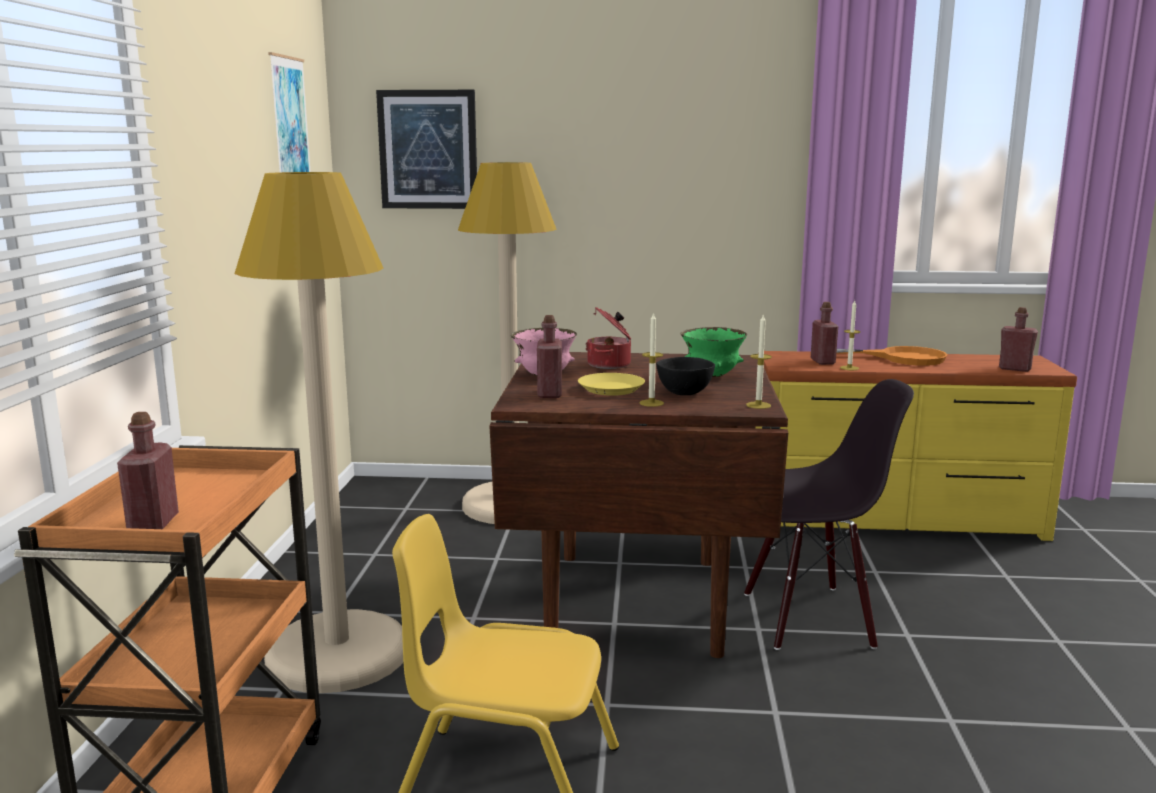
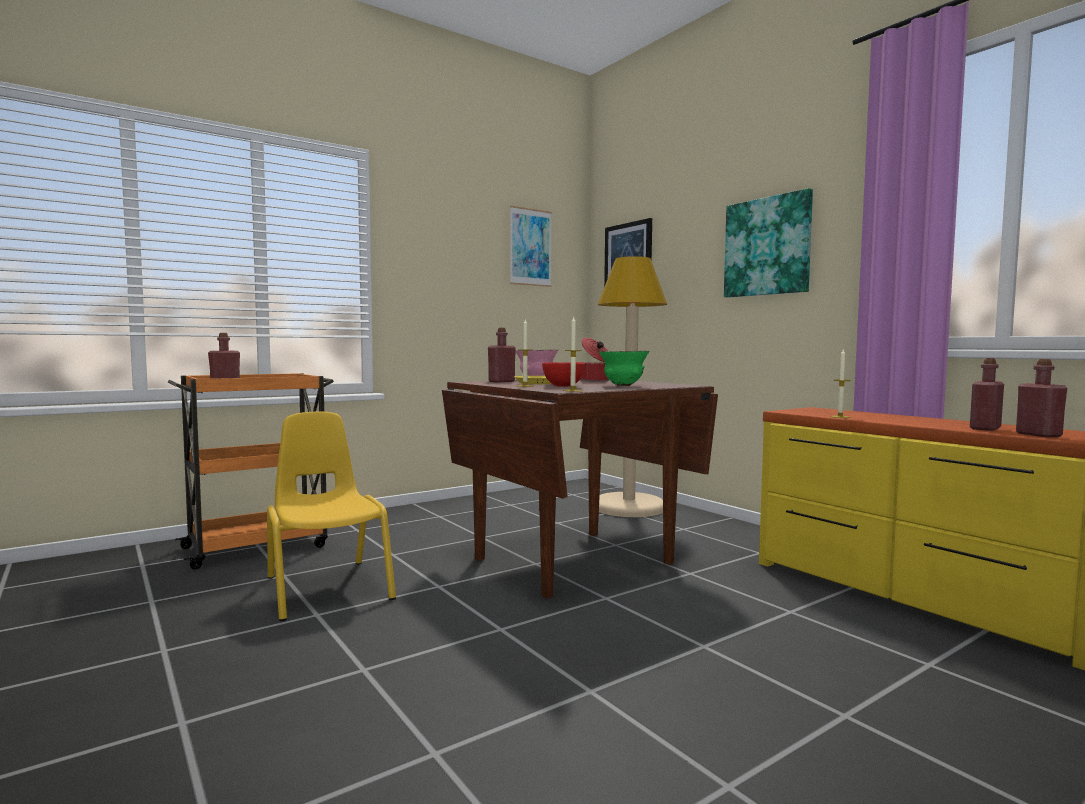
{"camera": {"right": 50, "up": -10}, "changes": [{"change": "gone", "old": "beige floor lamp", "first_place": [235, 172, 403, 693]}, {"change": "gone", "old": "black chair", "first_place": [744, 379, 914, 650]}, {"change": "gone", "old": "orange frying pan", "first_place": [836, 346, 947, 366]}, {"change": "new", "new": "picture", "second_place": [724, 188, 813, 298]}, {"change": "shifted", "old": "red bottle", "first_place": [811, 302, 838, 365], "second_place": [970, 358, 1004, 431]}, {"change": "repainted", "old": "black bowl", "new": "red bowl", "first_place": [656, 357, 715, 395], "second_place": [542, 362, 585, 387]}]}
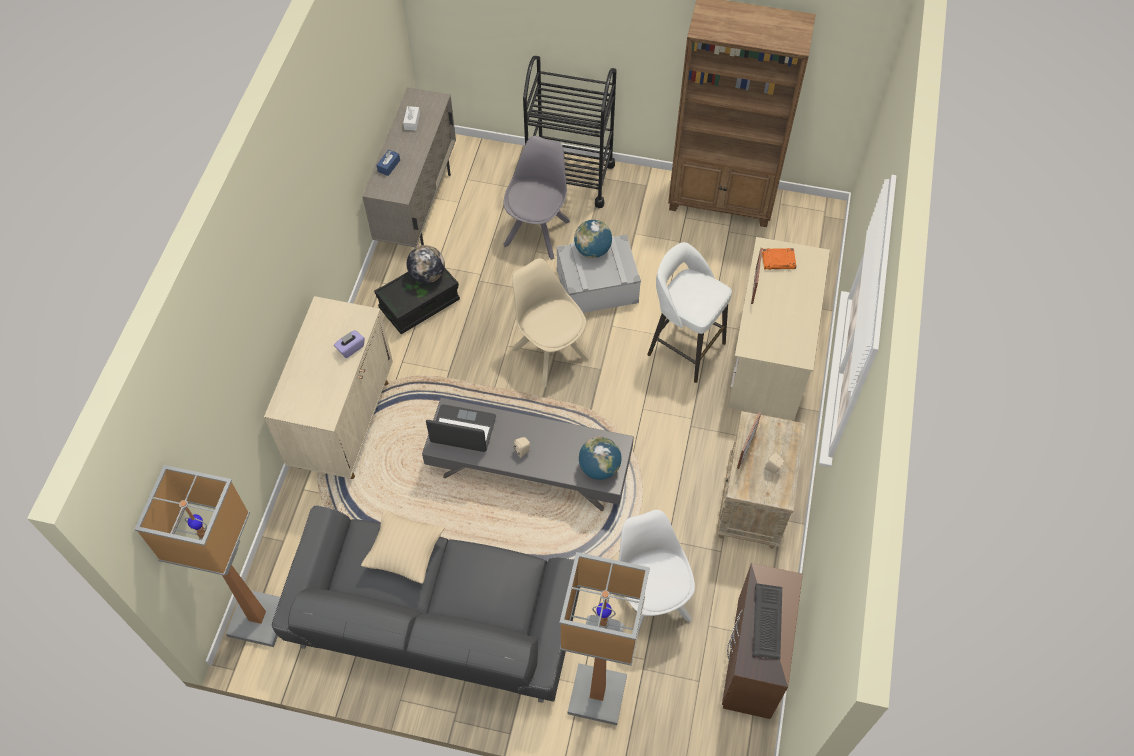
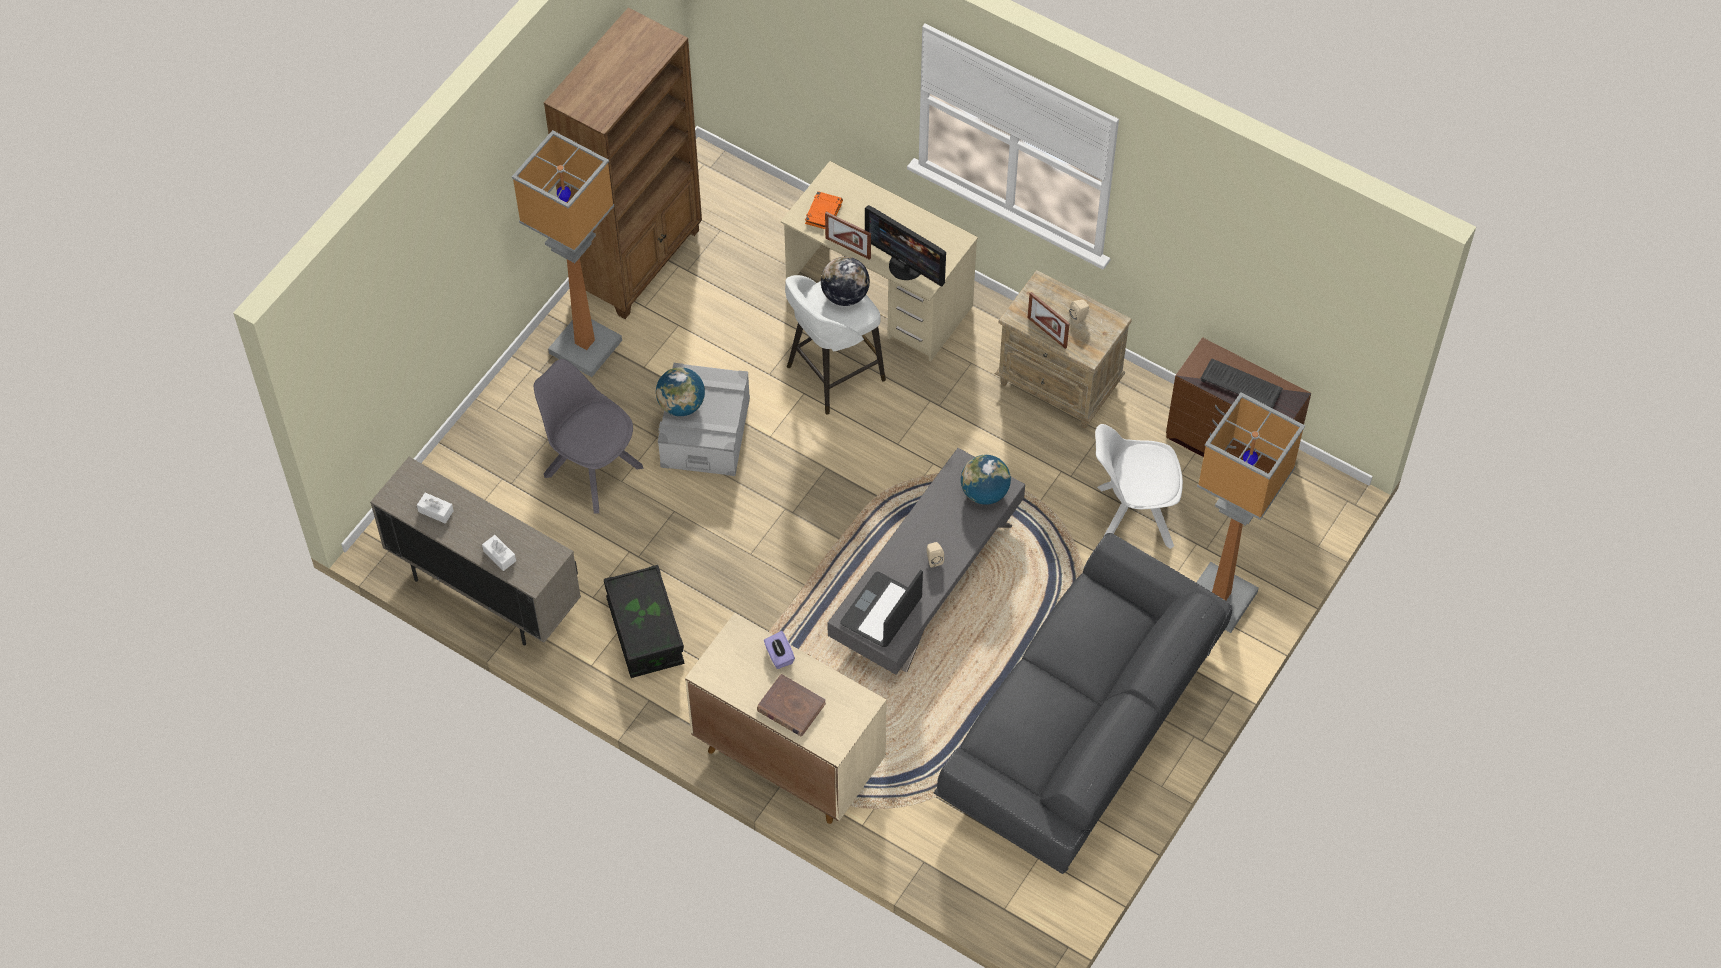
{"camera": {"right": -70, "up": 0}, "changes": [{"change": "gone", "old": "beige pillow", "first_place": [361, 510, 445, 584]}, {"change": "gone", "old": "beige chair", "first_place": [512, 258, 589, 387]}, {"change": "gone", "old": "black cart", "first_place": [523, 56, 617, 208]}, {"change": "new", "new": "brown book", "second_place": [757, 674, 826, 736]}, {"change": "new", "new": "monitor", "second_place": [865, 205, 946, 286]}, {"change": "shifted", "old": "floor lamp", "first_place": [134, 465, 280, 647], "second_place": [512, 130, 622, 377]}, {"change": "shifted", "old": "globe", "first_place": [406, 245, 445, 284], "second_place": [821, 257, 870, 306]}, {"change": "repainted", "old": "blue tissue box", "new": "white tissue box", "first_place": [377, 150, 400, 176], "second_place": [482, 535, 516, 571]}]}
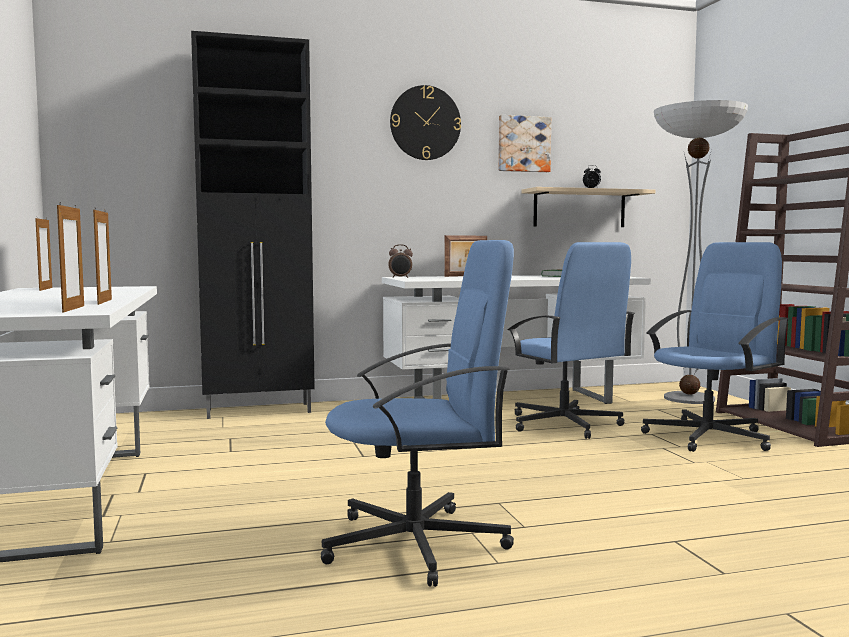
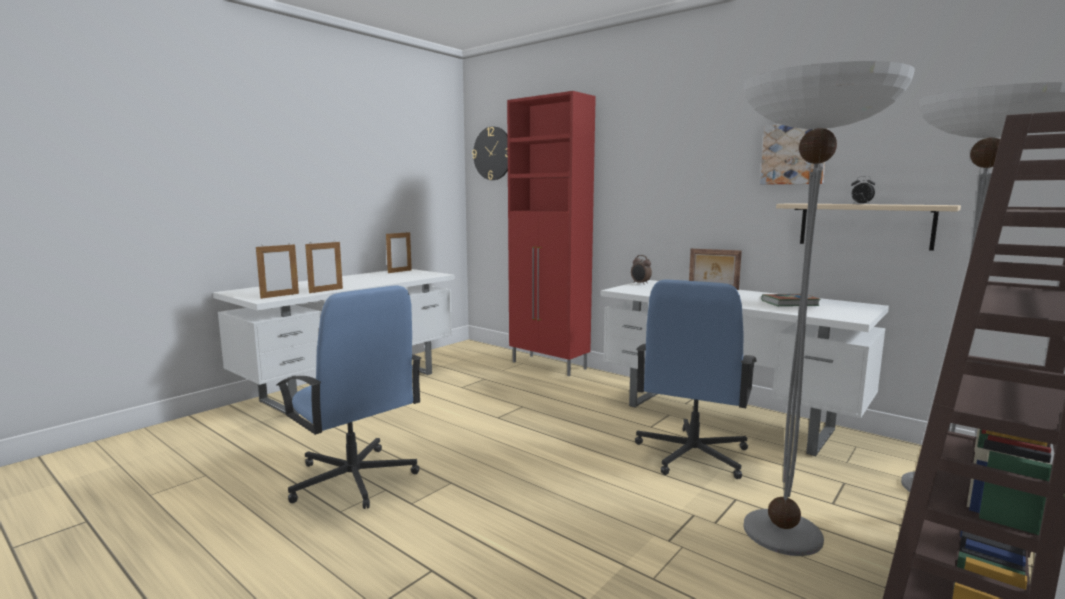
{"camera": {"right": 55, "up": 5}, "changes": [{"change": "shifted", "old": "wall clock", "first_place": [390, 85, 461, 160], "second_place": [472, 126, 508, 180]}, {"change": "swapped", "old": "blue office chair", "new": "floor lamp", "first_place": [641, 242, 790, 452], "second_place": [744, 61, 915, 556]}, {"change": "repainted", "old": "black cabinet", "new": "red cabinet", "first_place": [191, 31, 315, 419], "second_place": [507, 91, 596, 376]}]}
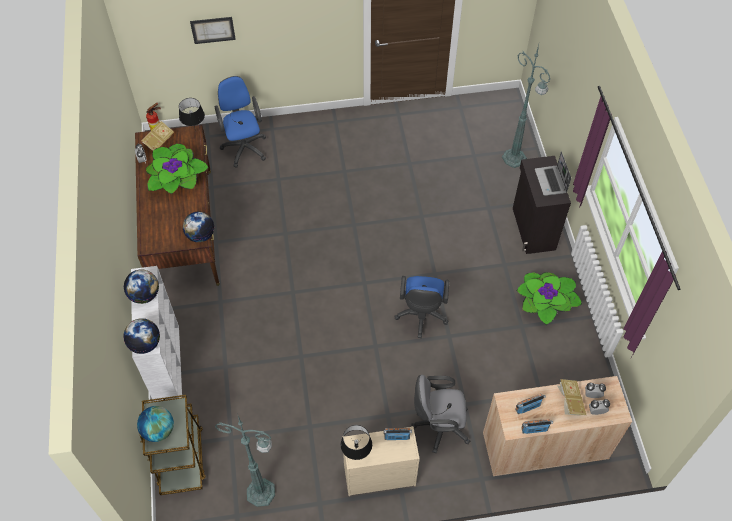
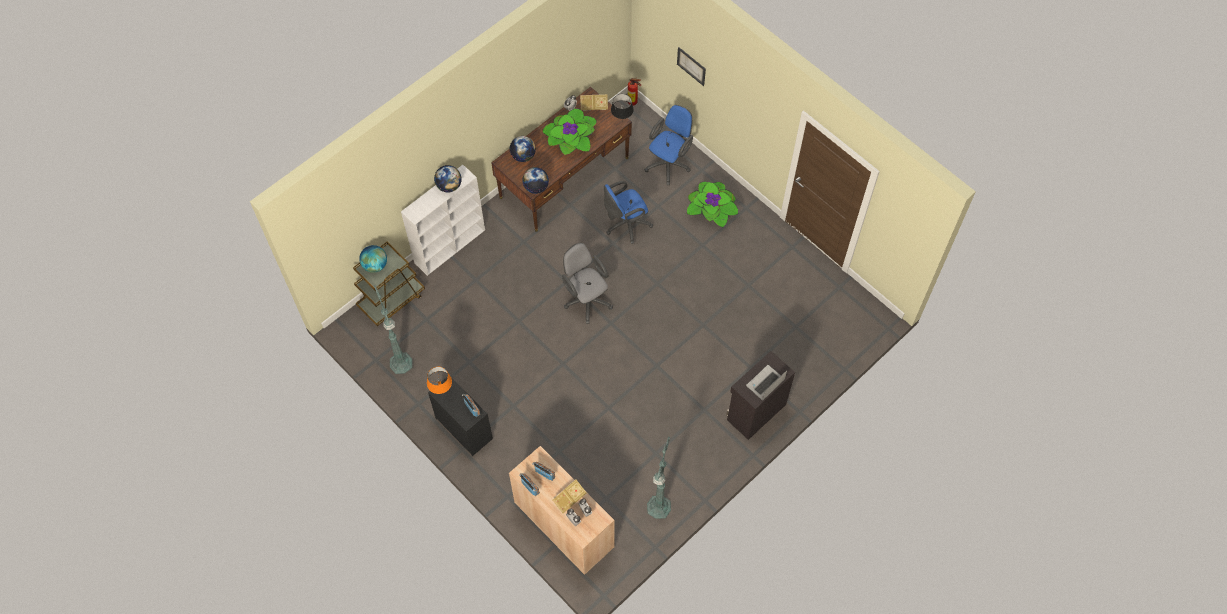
{"camera": {"right": 55, "up": 5}, "changes": [{"change": "shifted", "old": "globe", "first_place": [123, 318, 160, 354], "second_place": [510, 136, 536, 162]}, {"change": "shifted", "old": "blue office chair", "first_place": [394, 276, 449, 338], "second_place": [604, 181, 653, 244]}, {"change": "shifted", "old": "grey office chair", "first_place": [412, 375, 470, 453], "second_place": [562, 243, 613, 324]}, {"change": "shifted", "old": "green floor lamp", "first_place": [502, 45, 550, 168], "second_place": [647, 437, 671, 519]}, {"change": "shifted", "old": "potted plant", "first_place": [517, 272, 582, 325], "second_place": [687, 182, 739, 228]}, {"change": "repainted", "old": "black table lamp", "new": "orange table lamp", "first_place": [341, 425, 372, 460], "second_place": [427, 367, 452, 394]}, {"change": "repainted", "old": "beige dresser", "new": "black dresser", "first_place": [342, 426, 420, 496], "second_place": [428, 376, 493, 456]}]}
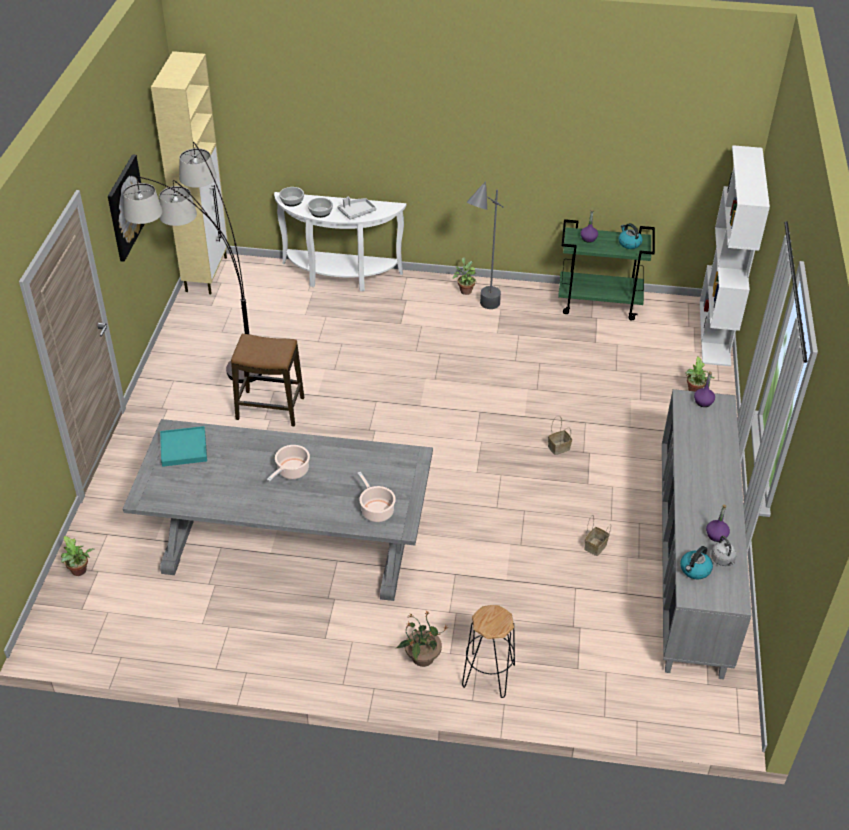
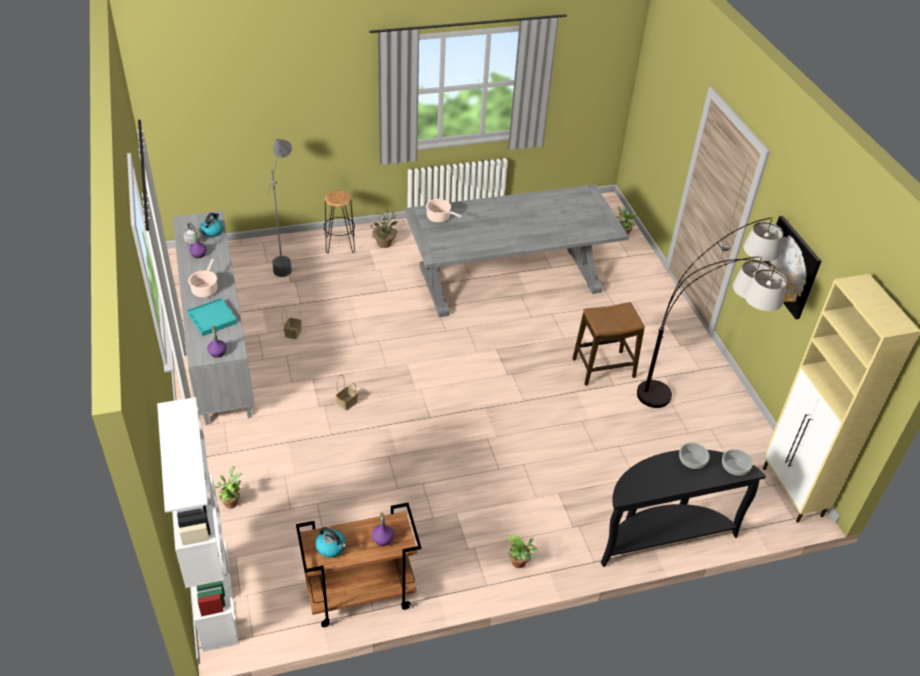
{"camera": {"right": 155, "up": 0}, "changes": [{"change": "gone", "old": "grey tray", "first_place": [338, 197, 376, 220]}, {"change": "shifted", "old": "turquoise tray", "first_place": [160, 426, 207, 467], "second_place": [187, 298, 237, 336]}, {"change": "shifted", "old": "cooking pot", "first_place": [267, 445, 310, 481], "second_place": [188, 259, 217, 298]}, {"change": "shifted", "old": "grey floor lamp", "first_place": [467, 182, 504, 309], "second_place": [268, 138, 292, 277]}, {"change": "repainted", "old": "white console table", "new": "black console table", "first_place": [274, 192, 406, 291], "second_place": [601, 450, 766, 567]}, {"change": "repainted", "old": "green cart", "new": "brown cart", "first_place": [558, 219, 655, 321], "second_place": [296, 503, 421, 627]}]}
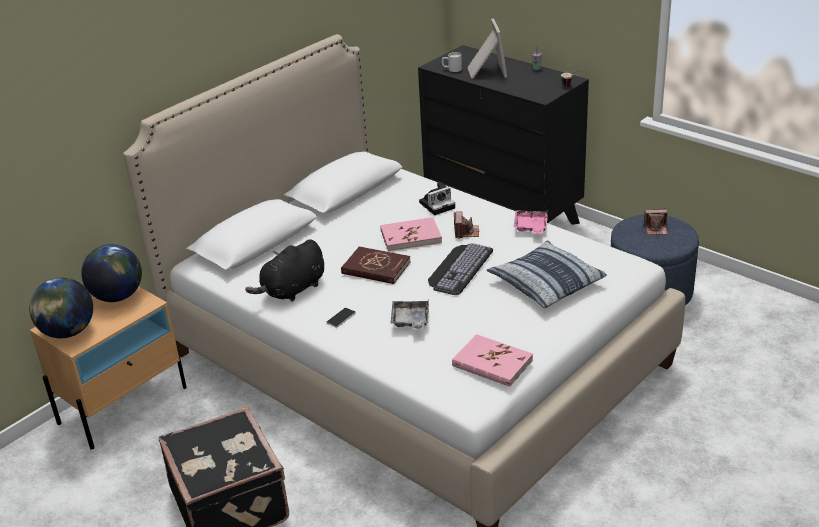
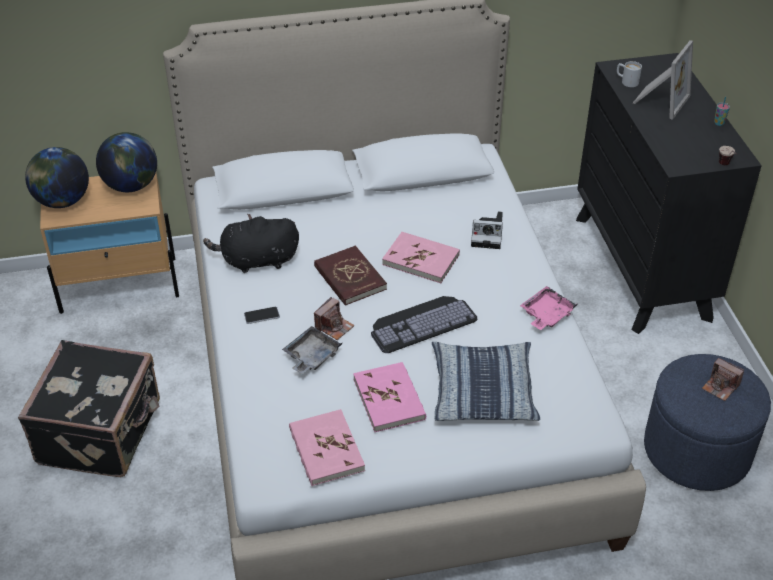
{"camera": {"right": 35, "up": 10}, "changes": [{"change": "new", "new": "pink book", "second_place": [353, 362, 426, 432]}, {"change": "shifted", "old": "photo camera", "first_place": [454, 211, 479, 239], "second_place": [314, 297, 355, 340]}]}
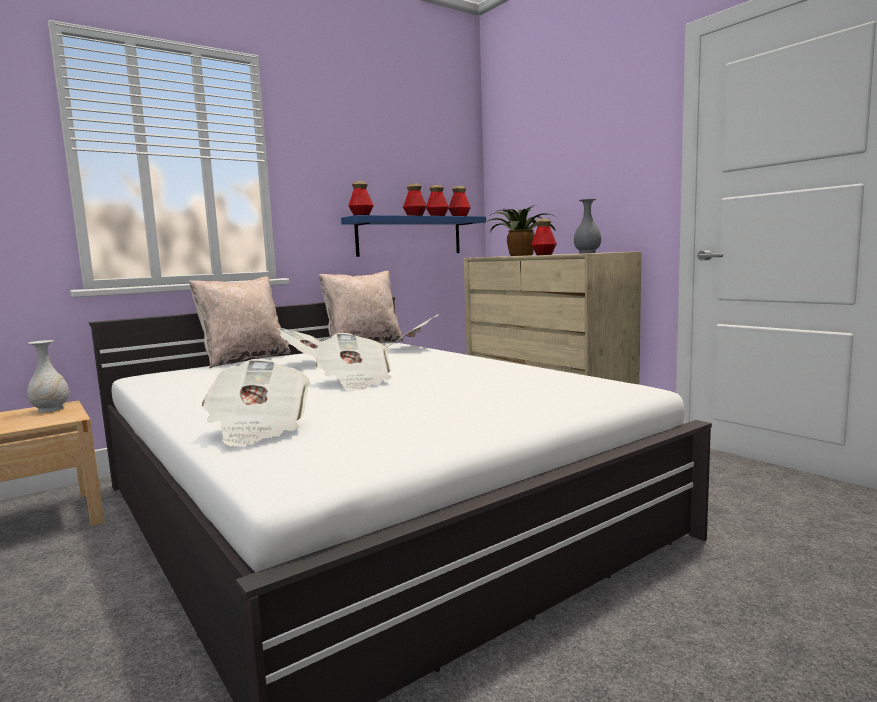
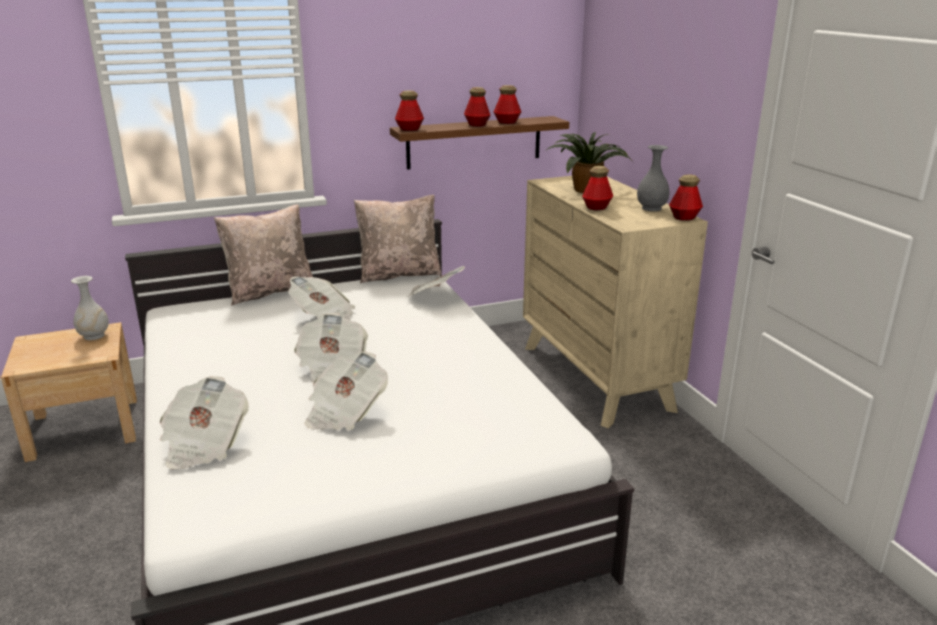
{"camera": {"right": 15, "up": 15}, "changes": [{"change": "new", "new": "newspaper", "second_place": [305, 351, 388, 430]}, {"change": "shifted", "old": "bottle", "first_place": [448, 186, 471, 216], "second_place": [669, 175, 703, 221]}, {"change": "repainted", "old": "blue shelf", "new": "brown shelf", "first_place": [341, 215, 486, 257], "second_place": [390, 116, 569, 170]}]}
